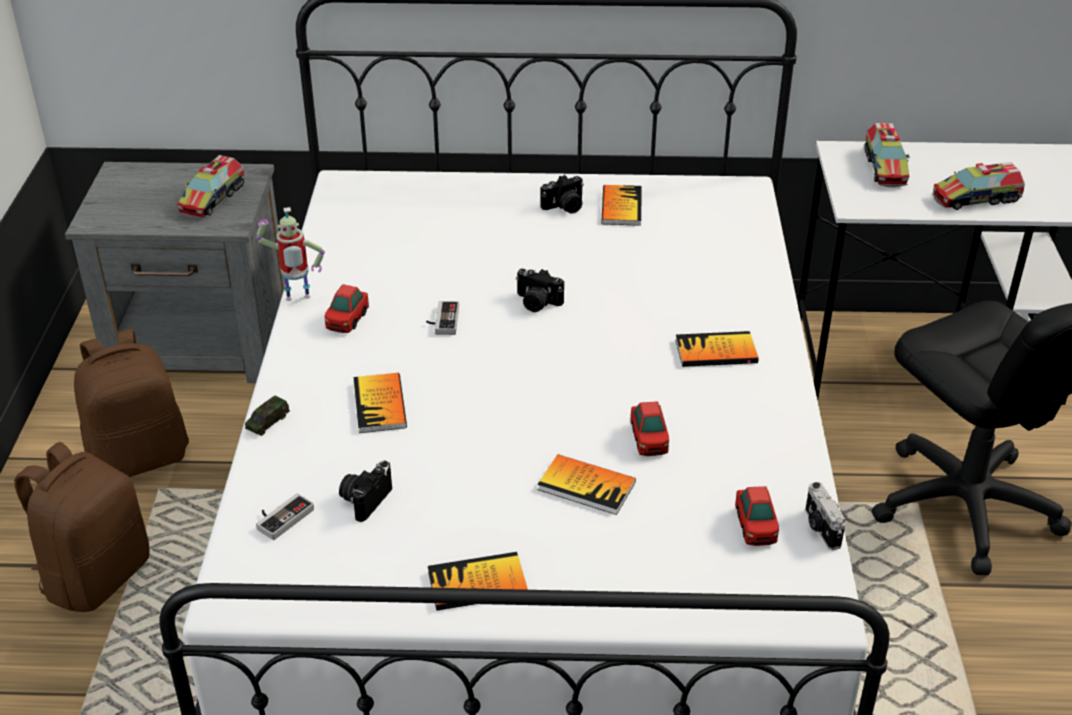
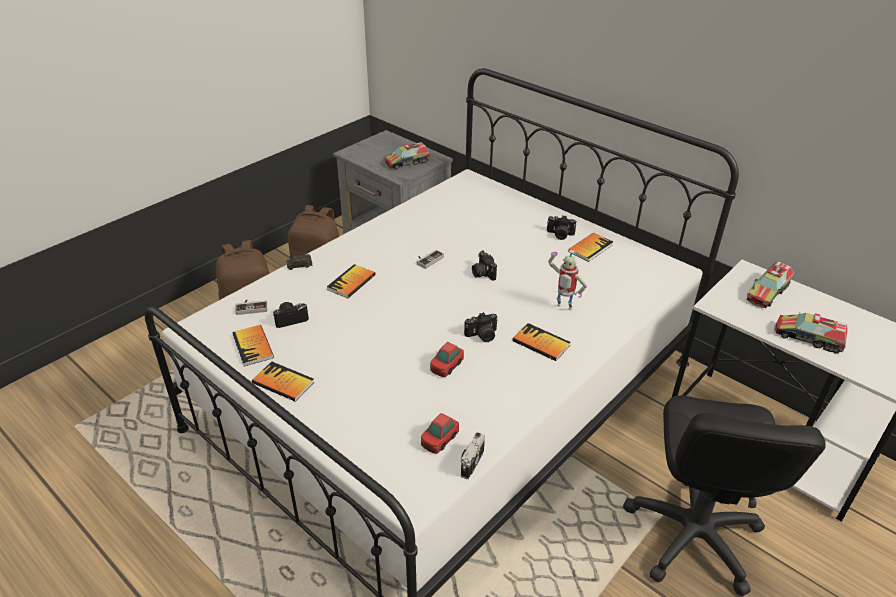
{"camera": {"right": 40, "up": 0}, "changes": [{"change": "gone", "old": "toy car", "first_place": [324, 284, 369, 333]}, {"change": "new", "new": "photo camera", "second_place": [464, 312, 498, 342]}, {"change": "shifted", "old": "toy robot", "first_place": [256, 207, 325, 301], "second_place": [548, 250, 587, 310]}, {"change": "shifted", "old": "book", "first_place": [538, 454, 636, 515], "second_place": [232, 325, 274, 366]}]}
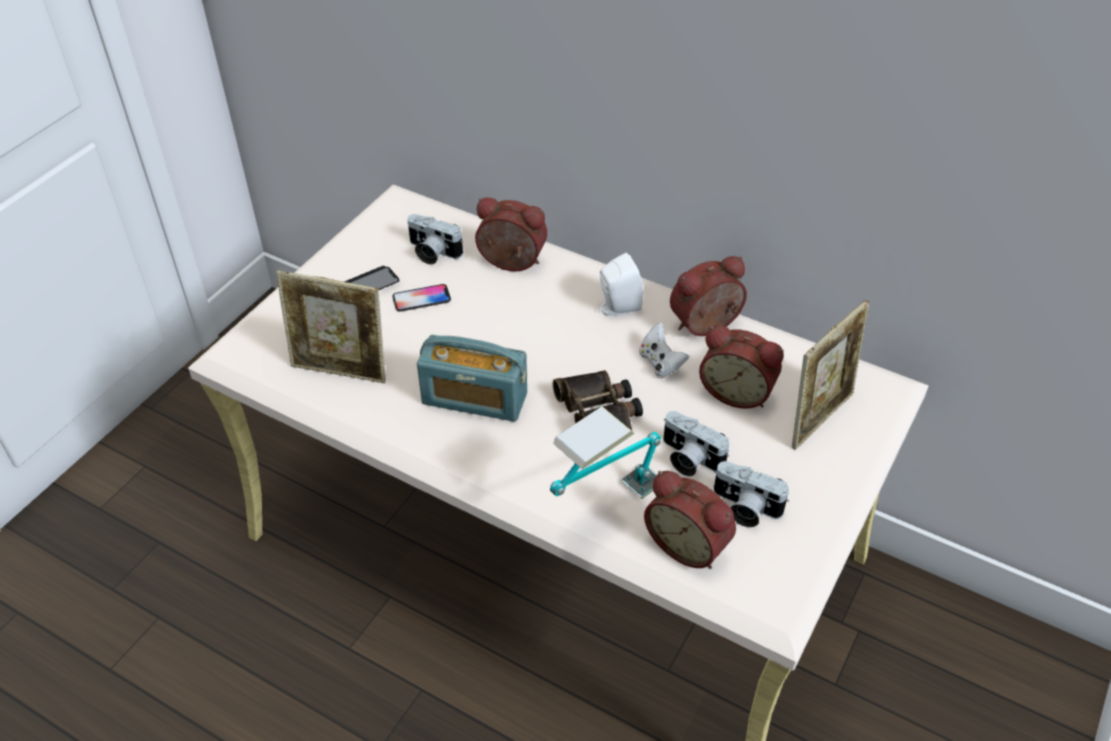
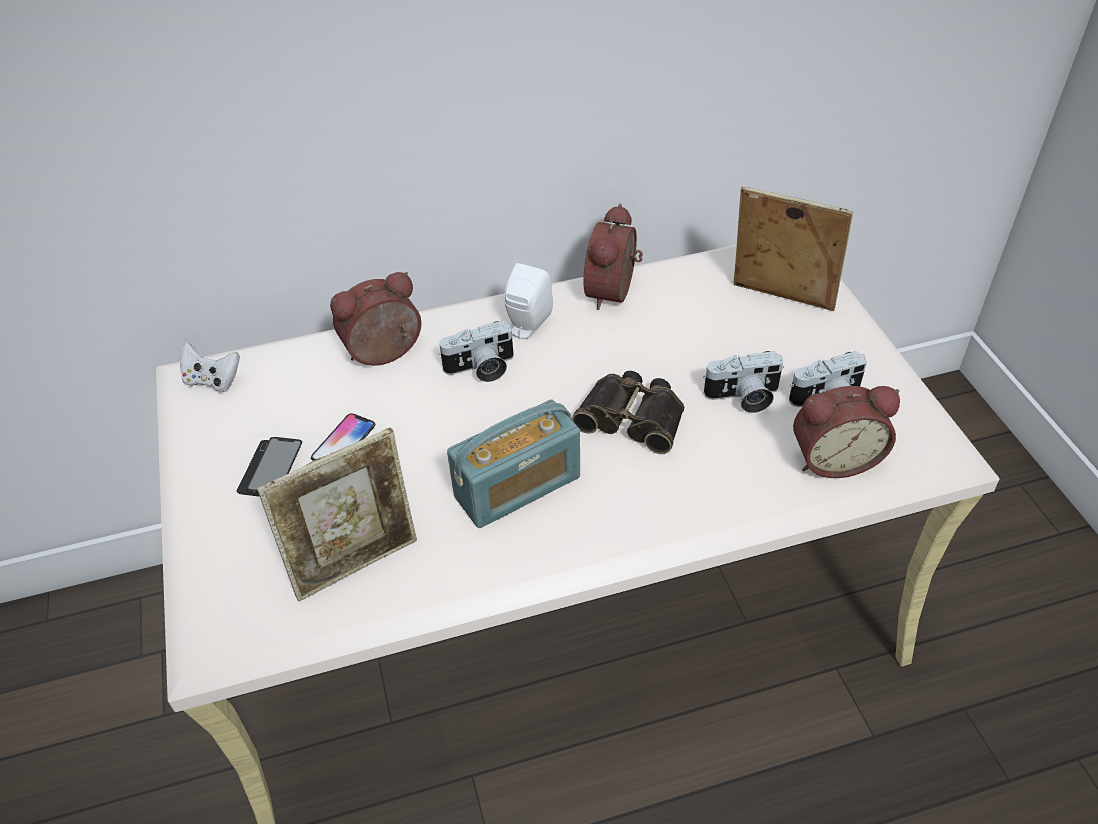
{"camera": {"right": -45, "up": 0}, "changes": [{"change": "gone", "old": "table lamp", "first_place": [550, 406, 661, 499]}, {"change": "gone", "old": "alarm clock", "first_place": [699, 325, 783, 409]}, {"change": "shifted", "old": "photo camera", "first_place": [408, 214, 463, 265], "second_place": [438, 320, 514, 382]}, {"change": "shifted", "old": "white game controller", "first_place": [639, 323, 689, 378], "second_place": [180, 343, 240, 392]}, {"change": "rotated", "old": "picture frame", "first_place": [792, 300, 869, 450], "second_place": [733, 186, 853, 311], "degrees": -60}]}
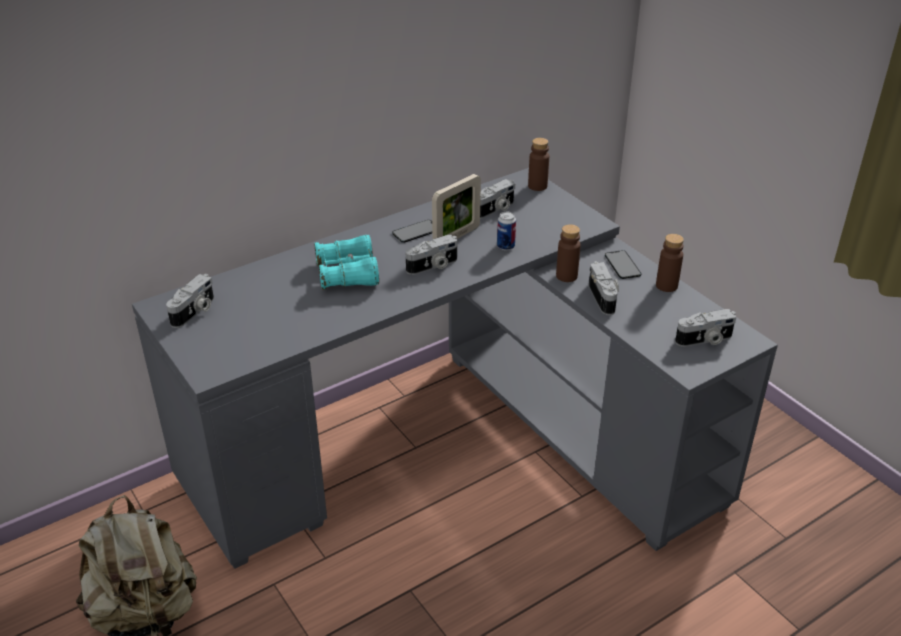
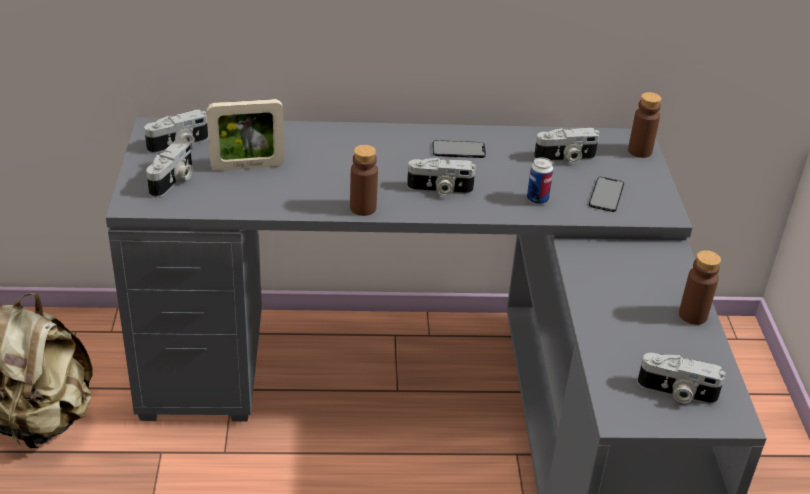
{"camera": {"right": 30, "up": 0}, "changes": [{"change": "gone", "old": "turquoise binoculars", "first_place": [315, 235, 379, 290]}, {"change": "shifted", "old": "picture frame", "first_place": [432, 174, 481, 241], "second_place": [207, 99, 284, 171]}, {"change": "shifted", "old": "brown bottle", "first_place": [556, 224, 581, 282], "second_place": [350, 145, 378, 216]}, {"change": "shifted", "old": "photo camera", "first_place": [589, 261, 619, 315], "second_place": [146, 138, 193, 198]}, {"change": "shifted", "old": "phone", "first_place": [605, 250, 641, 279], "second_place": [589, 177, 624, 212]}]}
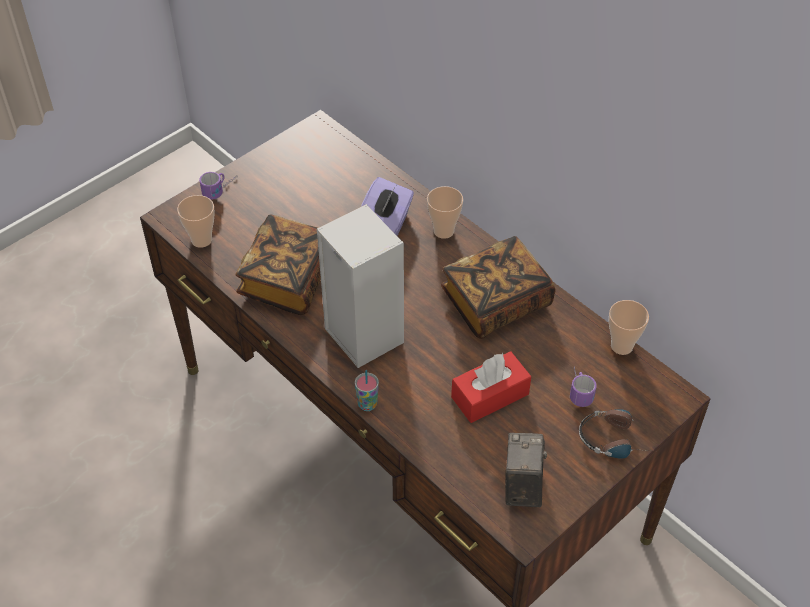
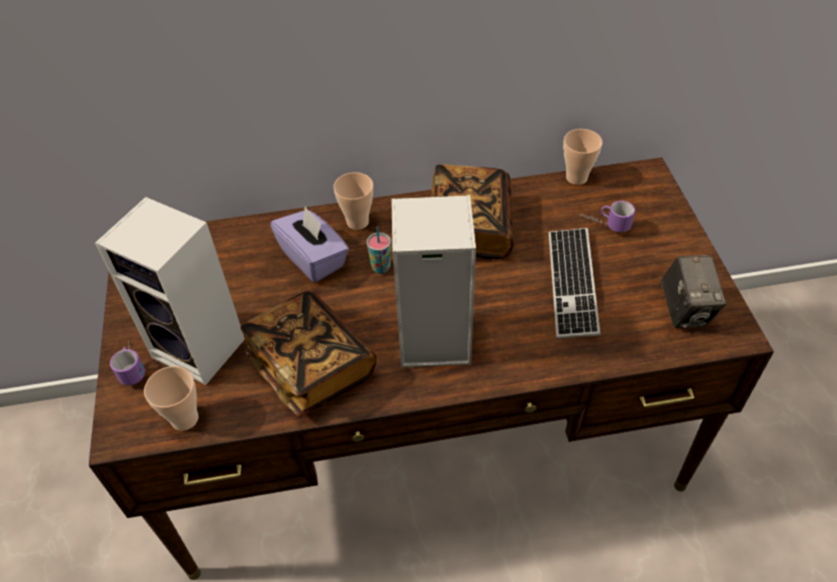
{"camera": {"right": -55, "up": 0}, "changes": [{"change": "gone", "old": "headphones", "first_place": [579, 409, 651, 459]}, {"change": "new", "new": "speaker", "second_place": [95, 197, 245, 385]}, {"change": "shifted", "old": "cup", "first_place": [355, 370, 379, 411], "second_place": [366, 227, 391, 274]}, {"change": "swapped", "old": "red tissue box", "new": "keyboard", "first_place": [451, 351, 531, 423], "second_place": [549, 228, 600, 338]}, {"change": "rotated", "old": "photo camera", "first_place": [505, 433, 547, 507], "second_place": [660, 255, 727, 328], "degrees": -135}]}
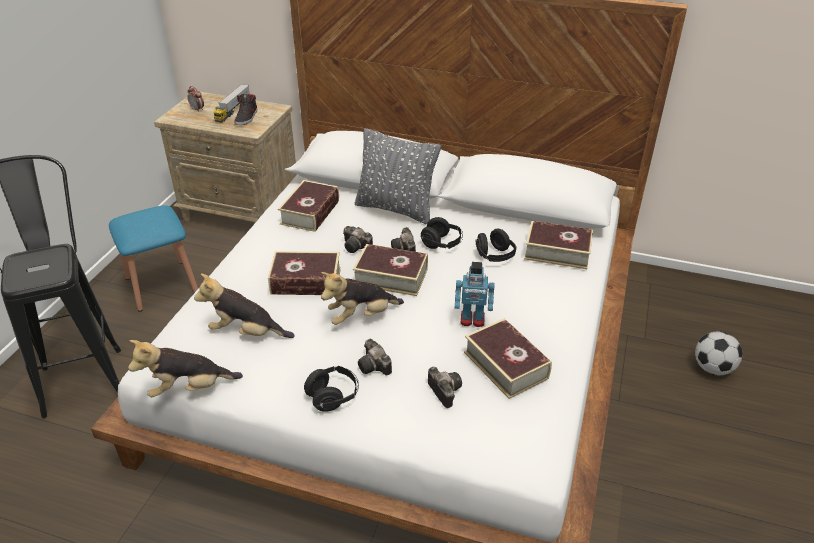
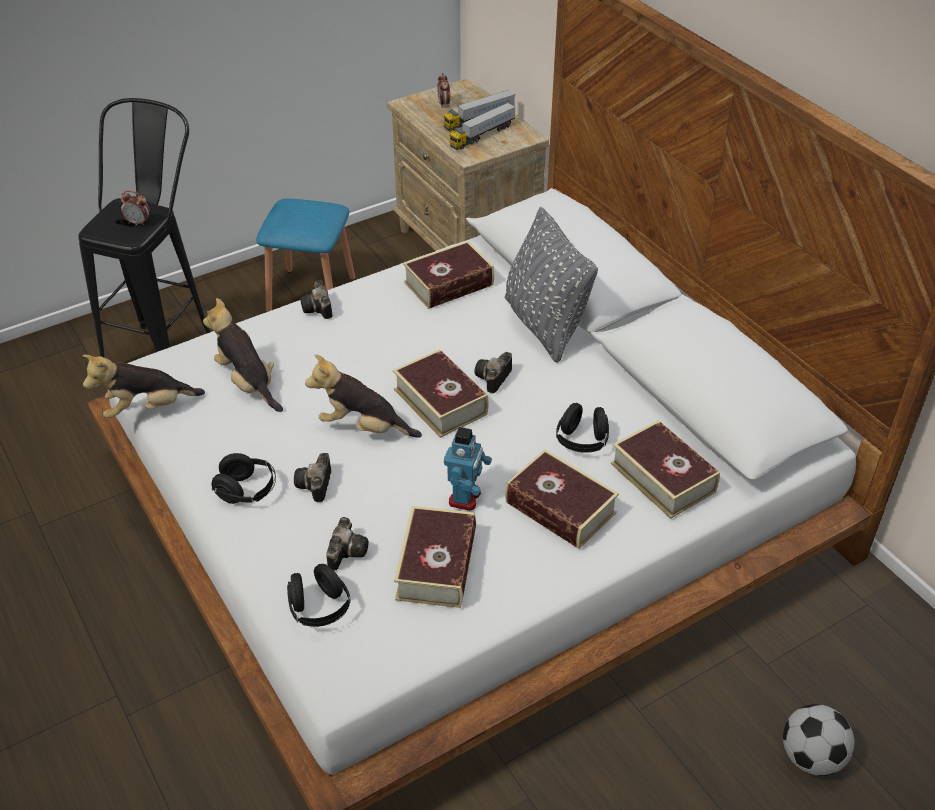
{"camera": {"right": 40, "up": 5}, "changes": [{"change": "new", "new": "alarm clock", "second_place": [120, 191, 150, 226]}, {"change": "shifted", "old": "book", "first_place": [268, 251, 341, 295], "second_place": [505, 449, 619, 549]}, {"change": "shifted", "old": "photo camera", "first_place": [343, 226, 373, 253], "second_place": [301, 280, 333, 319]}, {"change": "shifted", "old": "black headphones", "first_place": [420, 217, 463, 249], "second_place": [287, 564, 351, 627]}, {"change": "swapped", "old": "black shoe", "new": "toy truck", "first_place": [234, 94, 257, 125], "second_place": [449, 102, 516, 150]}, {"change": "rotated", "old": "plush toy", "first_place": [128, 340, 243, 397], "second_place": [82, 355, 205, 418], "degrees": -45}, {"change": "rotated", "old": "toy robot", "first_place": [455, 262, 495, 327], "second_place": [444, 427, 492, 511], "degrees": -120}]}
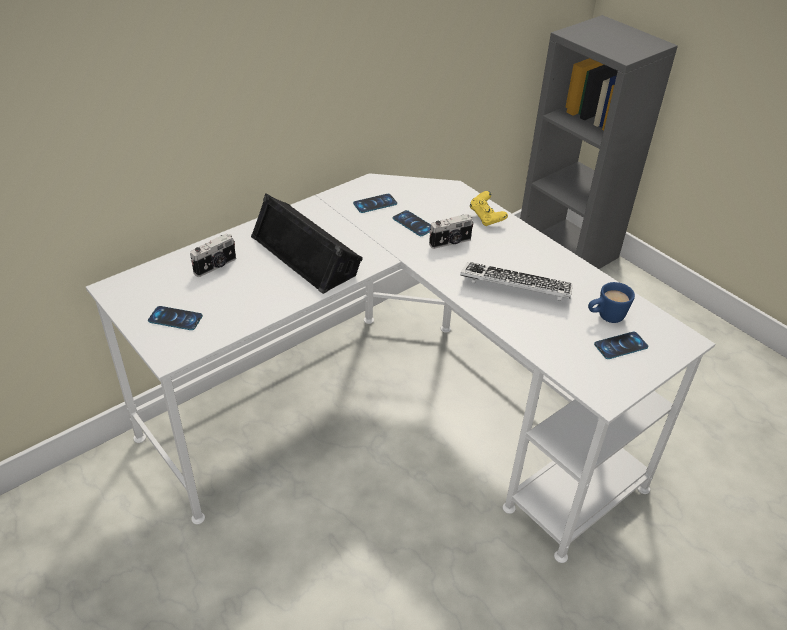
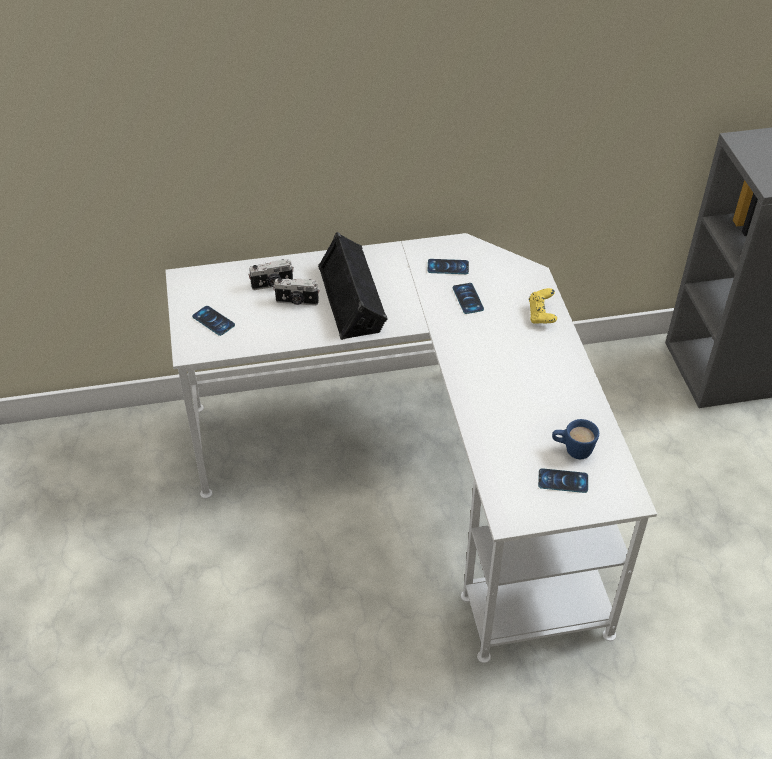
{"camera": {"right": 30, "up": 5}, "changes": [{"change": "gone", "old": "keyboard", "first_place": [460, 262, 573, 301]}, {"change": "shifted", "old": "photo camera", "first_place": [429, 214, 474, 249], "second_place": [273, 278, 319, 306]}]}
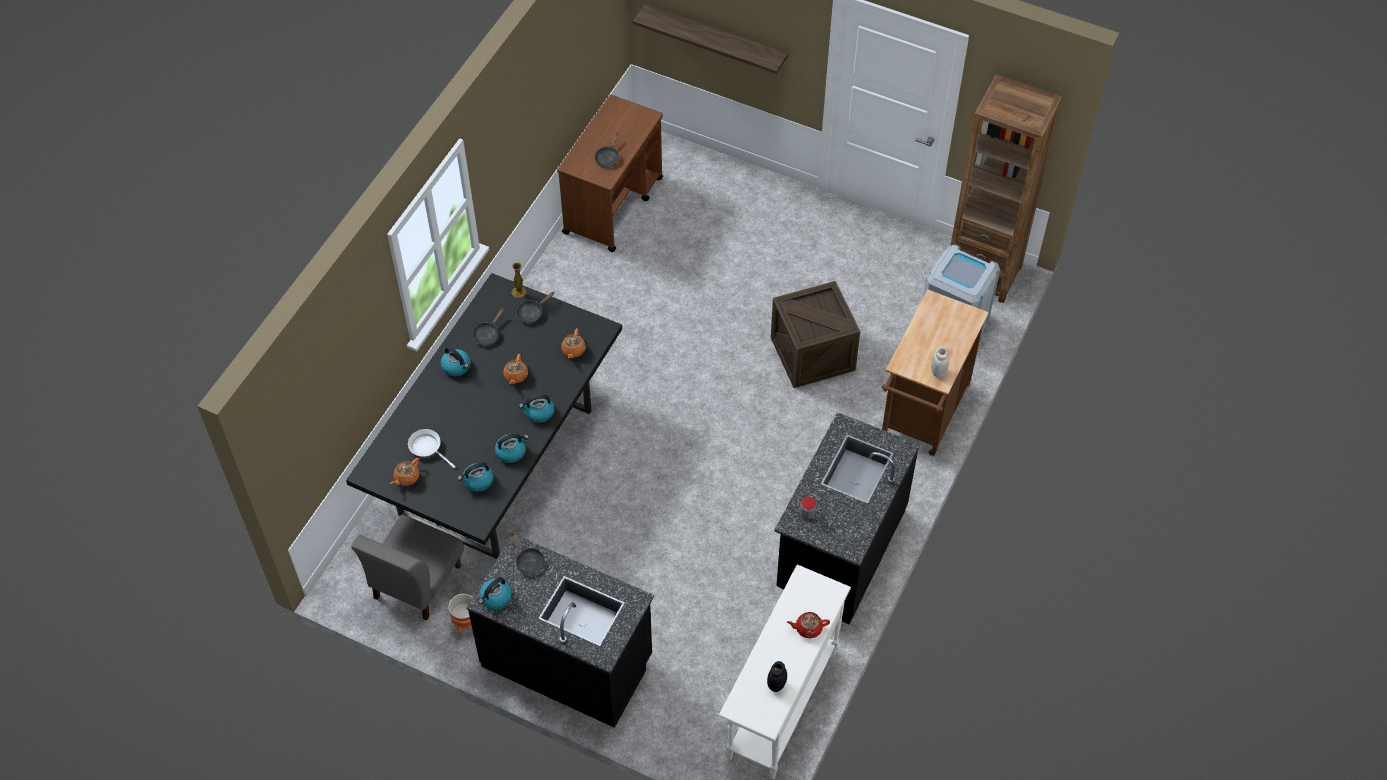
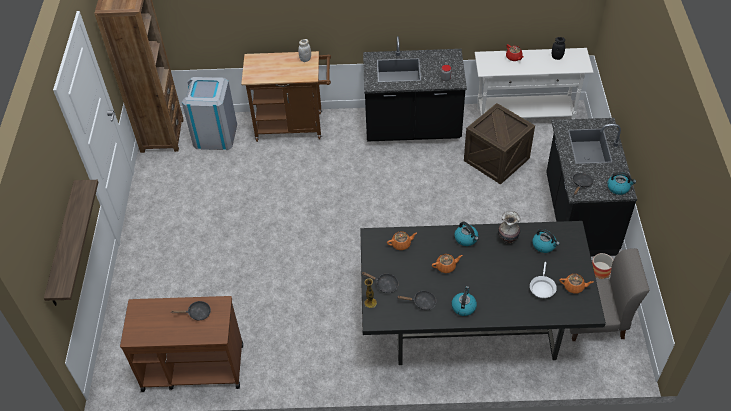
{"camera": {"right": -115, "up": -5}, "changes": [{"change": "shifted", "old": "crate", "first_place": [771, 281, 860, 388], "second_place": [464, 103, 535, 185]}, {"change": "swapped", "old": "kettle", "new": "vase", "first_place": [495, 434, 529, 463], "second_place": [498, 211, 520, 244]}]}
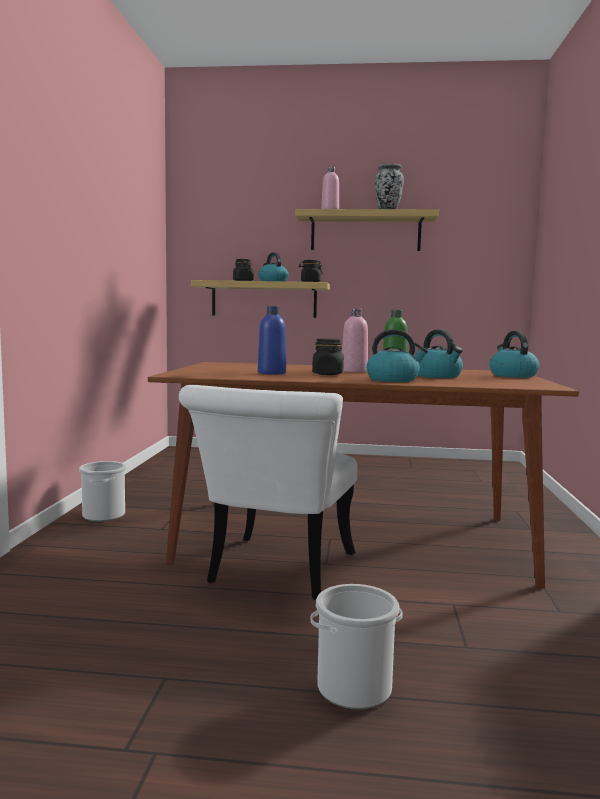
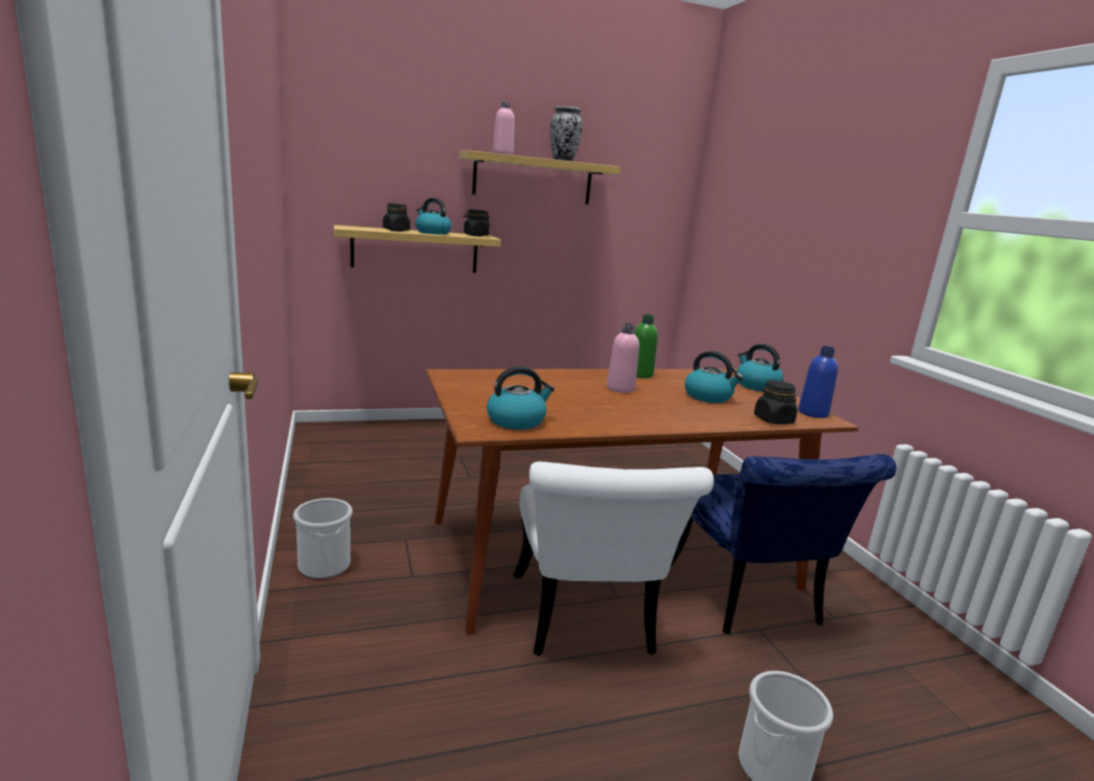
{"camera": {"right": -25, "up": 10}, "changes": [{"change": "new", "new": "blue chair", "second_place": [671, 454, 896, 635]}, {"change": "shifted", "old": "blue bottle", "first_place": [258, 306, 286, 374], "second_place": [798, 346, 838, 418]}, {"change": "shifted", "old": "black jar", "first_place": [312, 339, 344, 375], "second_place": [754, 380, 798, 424]}, {"change": "shifted", "old": "kettle", "first_place": [366, 329, 428, 382], "second_place": [487, 366, 554, 430]}]}
